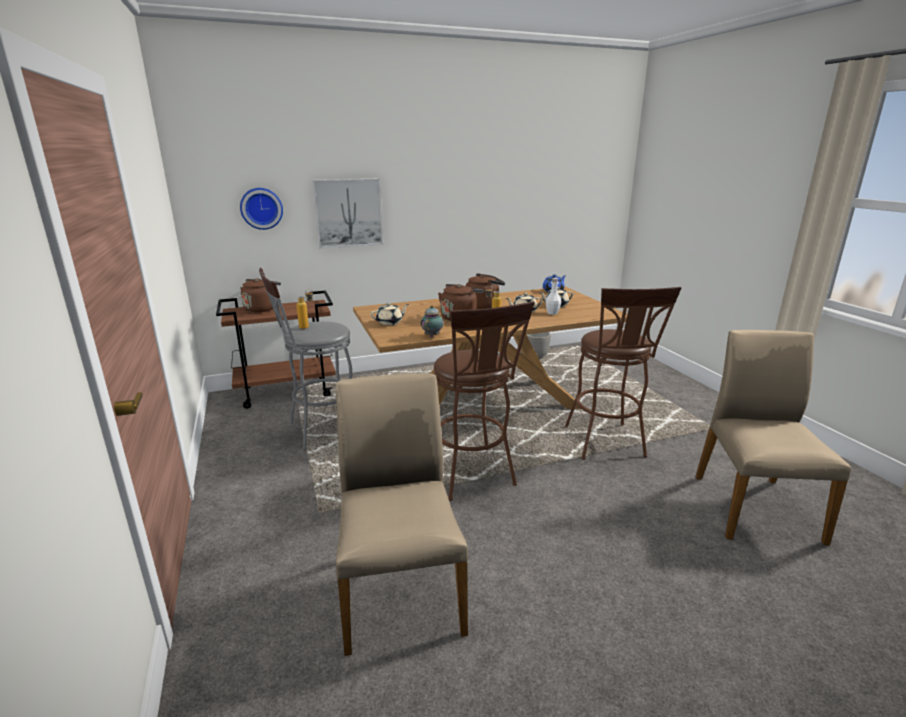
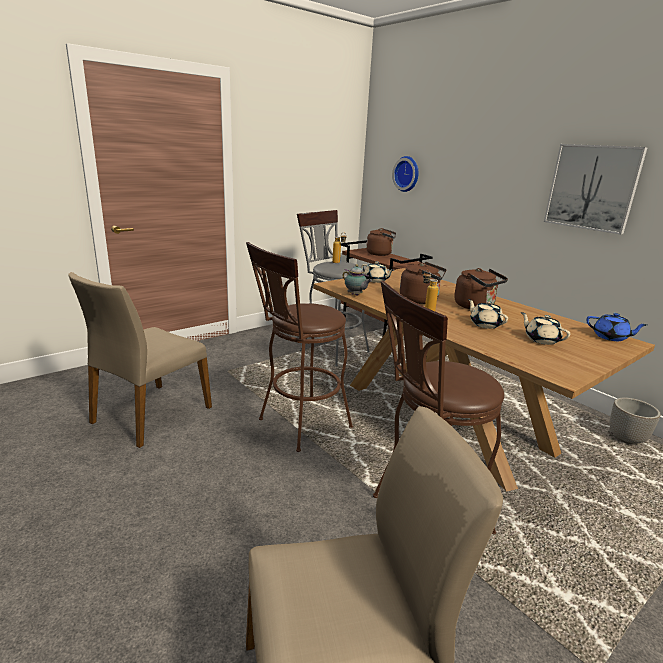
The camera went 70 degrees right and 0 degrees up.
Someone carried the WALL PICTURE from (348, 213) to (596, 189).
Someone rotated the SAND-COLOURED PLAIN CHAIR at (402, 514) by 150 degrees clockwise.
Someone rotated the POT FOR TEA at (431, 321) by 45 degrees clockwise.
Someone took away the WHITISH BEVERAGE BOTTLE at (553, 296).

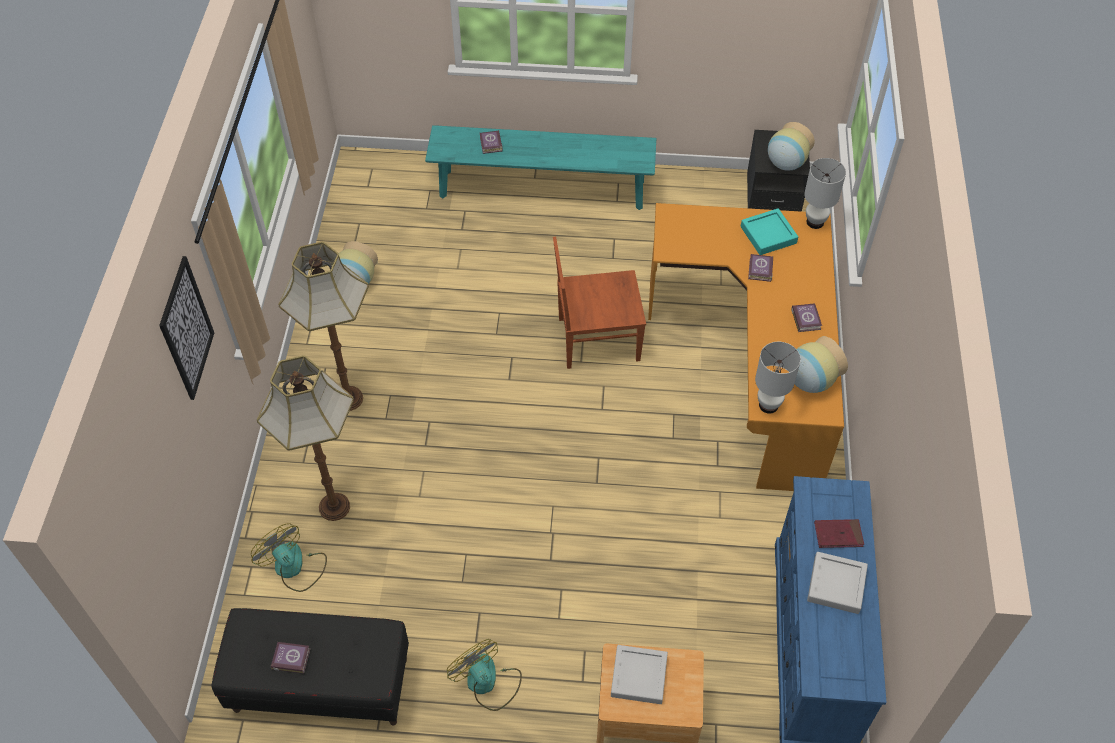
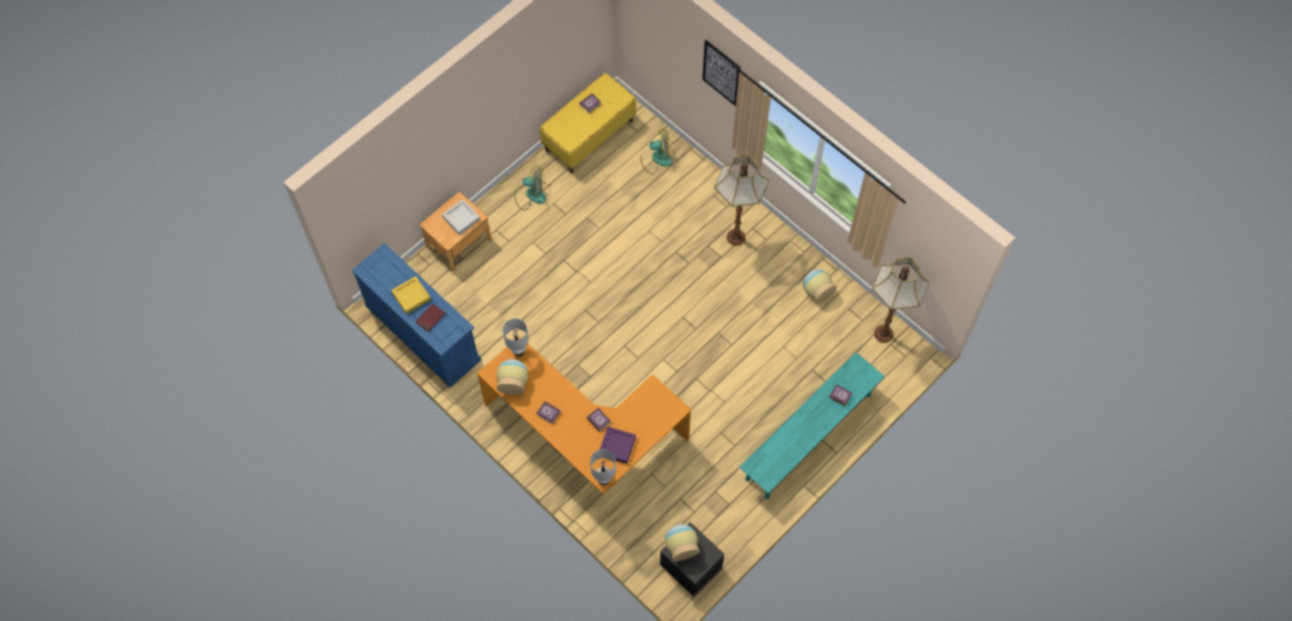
The camera went 130 degrees right and 10 degrees up.
Someone repainted the BLACK BENCH at (310, 666), which became the YELLOW-COLOURED BENCH at (588, 123).
Someone carried the STANDING LAMP from (305, 438) to (900, 300).
Someone took away the BROWNISH PLAIN CHAIR at (599, 302).
Someone repainted the TURQUOISE SERVING TRAY at (769, 231), which became the PURPLE-COLOURED SERVING TRAY at (618, 445).
Someone repainted the GREY SERVING TRAY at (837, 583), which became the YELLOW-COLOURED SERVING TRAY at (411, 295).

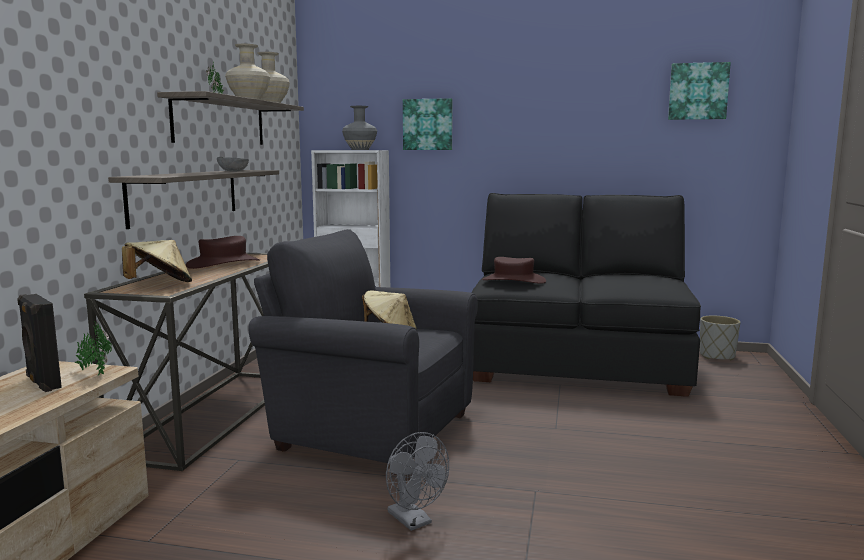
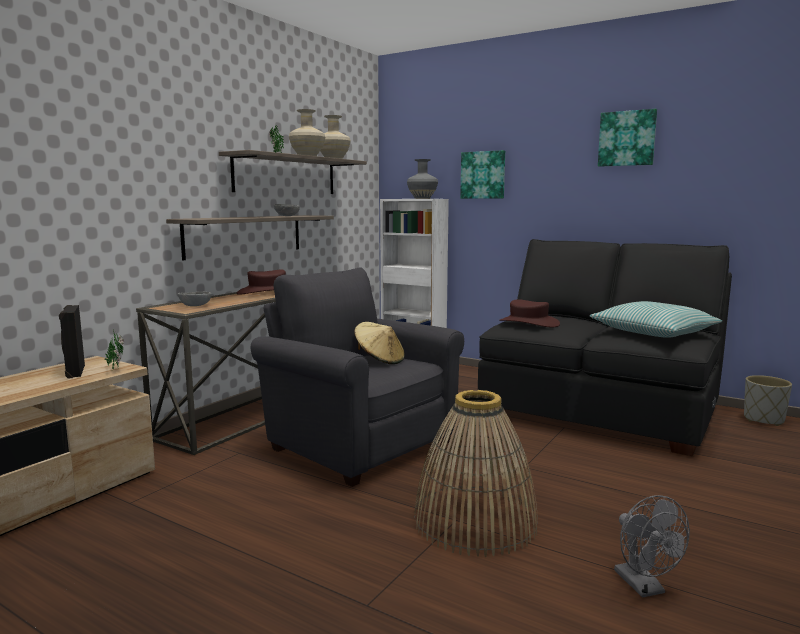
The camera went 20 degrees right and 0 degrees up.
Someone swapped the SAND-COLOURED CLOTHING HAT at (157, 261) for the GREY BOWL at (195, 299).
Someone carried the GREY ELECTRIC FAN from (417, 481) to (652, 546).
Someone carried the WALL PICTURE from (699, 91) to (627, 138).
Someone put down the BASKET at (476, 473).
Someone put down the CUSHION at (656, 319).

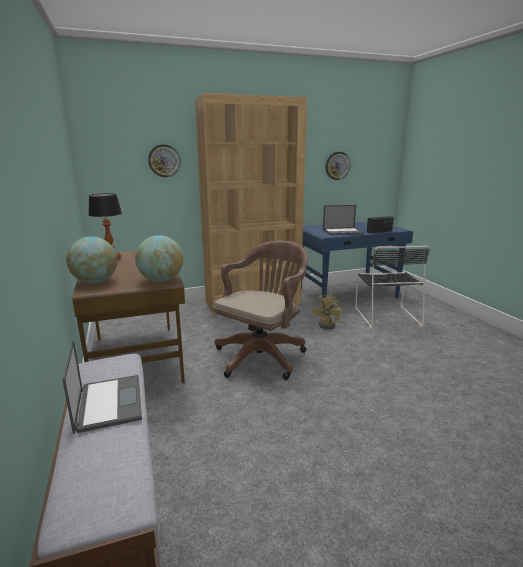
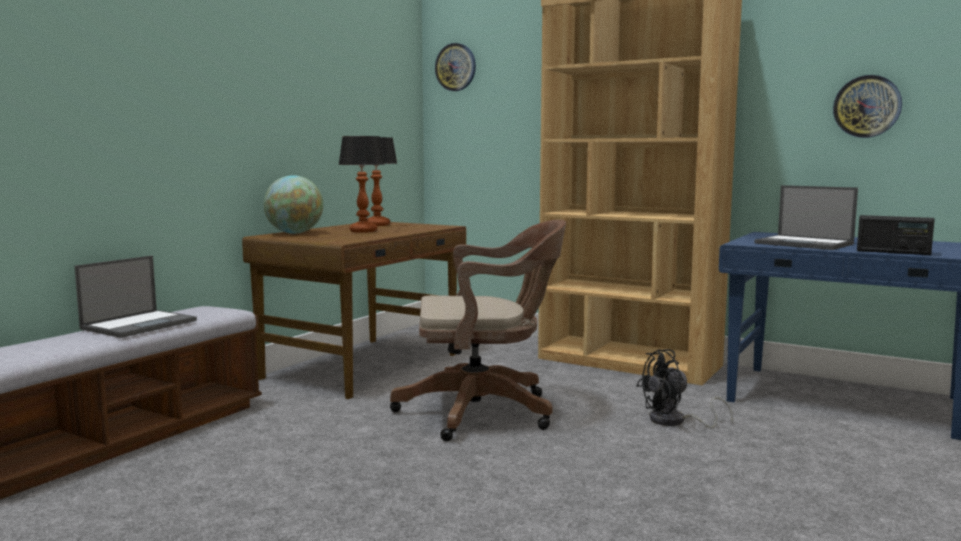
The camera went 50 degrees right and 10 degrees down.
Someone took away the GLOBE at (159, 258).
Someone carried the WALL CLOCK from (164, 160) to (455, 67).
Someone repainted the YELLOW-COLOURED ELECTRIC FAN at (329, 311), which became the BLACK ELECTRIC FAN at (685, 388).
Someone took away the BLACK PLAIN CHAIR at (392, 287).
Someone put down the TABLETOP LAMP at (361, 184).

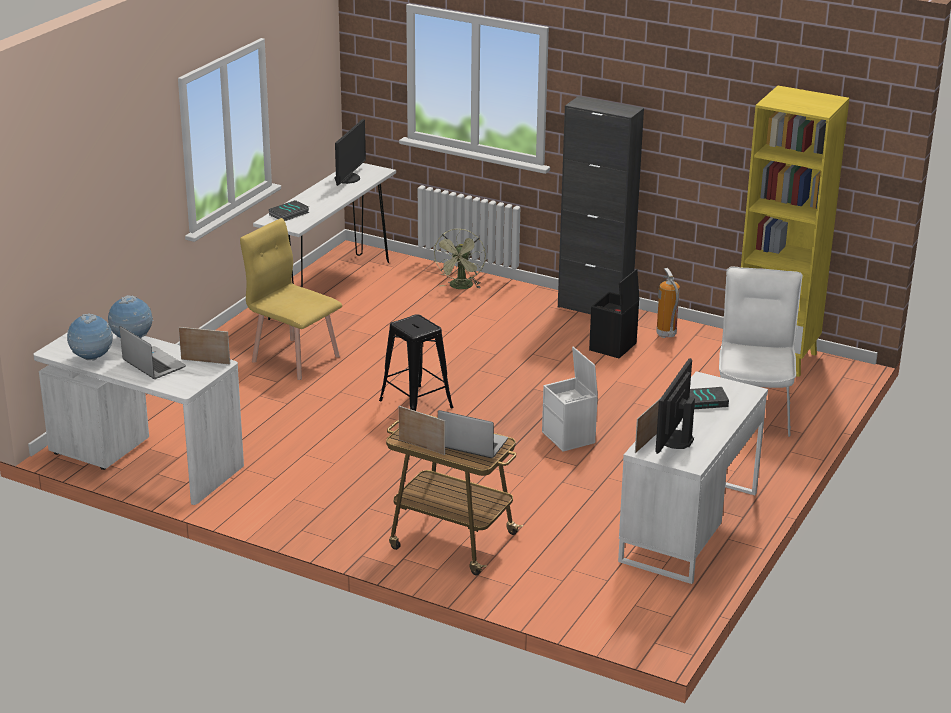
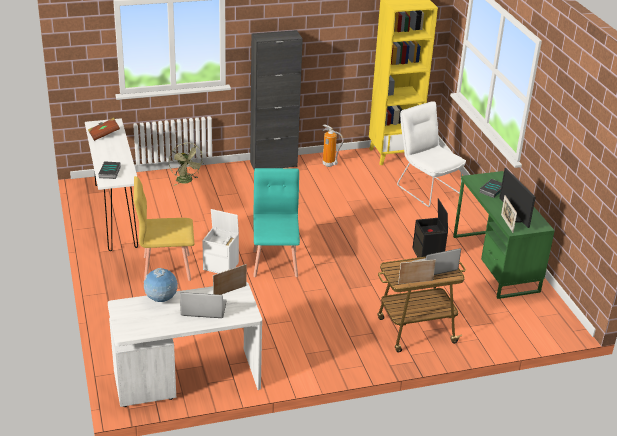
The camera went 45 degrees left and 5 degrees up.
Someone took away the GLOBE at (90, 337).
Someone swapped the MONITOR at (350, 152) for the BROWNISH VOLUME at (104, 129).
Someone swapped the BLACK STOOL SEAT at (416, 362) for the TURQUOISE PLAIN CHAIR at (276, 222).
Someone carried the WHITISH STORAGE BOX from (570, 399) to (220, 241).
Someone carried the BLACK STORAGE BOX from (614, 313) to (430, 228).
Someone repainted the WHITISH DESK UNIT at (693, 477), which became the GREENISH DESK UNIT at (504, 235).

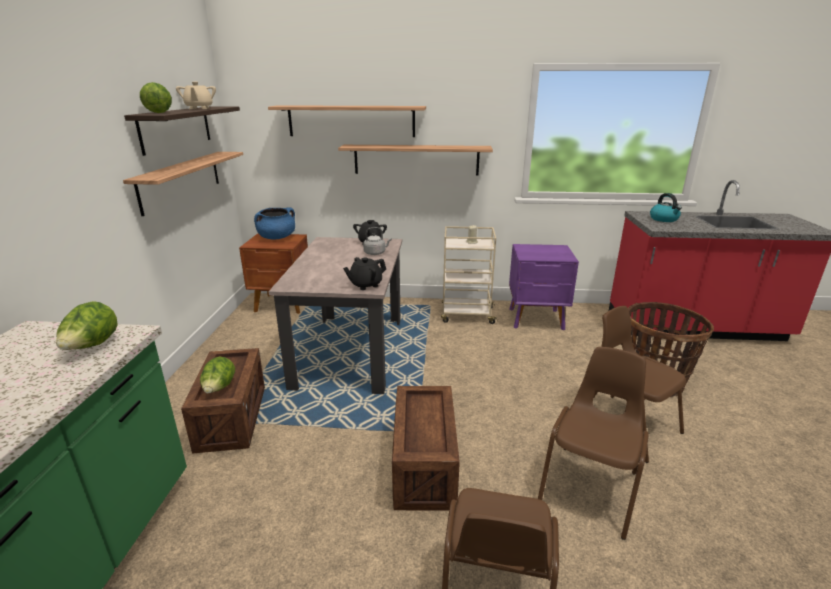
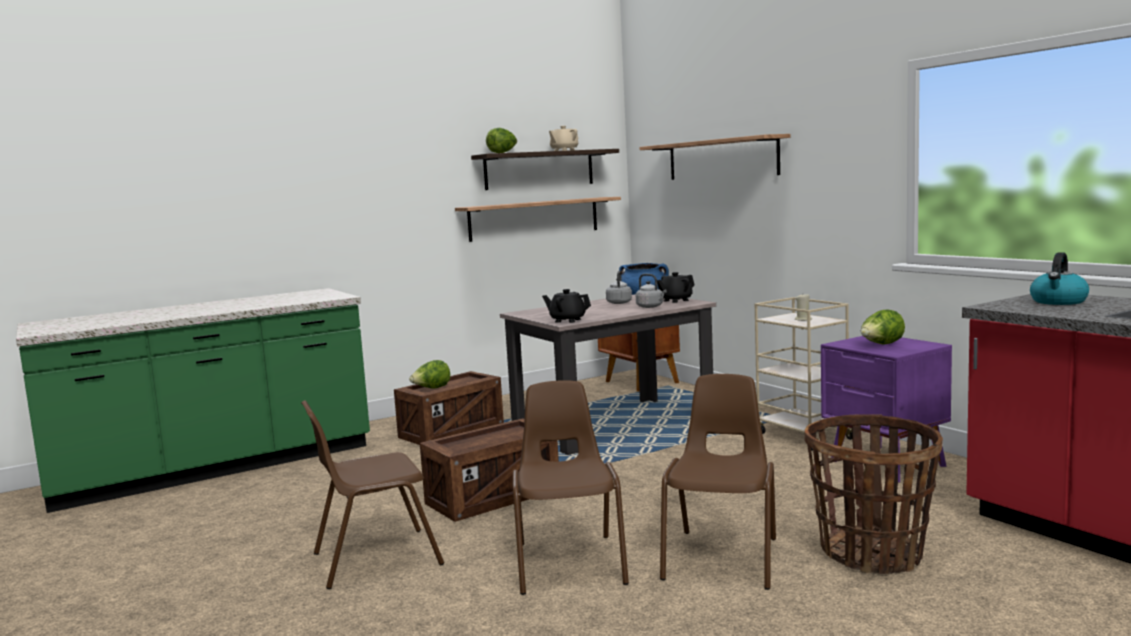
The camera went 55 degrees right and 15 degrees down.
Someone carried the HEAD OF LETTUCE from (87, 325) to (883, 326).
Someone took away the WALL SHELF at (415, 160).
Someone rotated the BROWNISH PLAIN CHAIR at (593, 443) by 90 degrees counterclockwise.
Someone put down the GREY KETTLE at (619, 287).

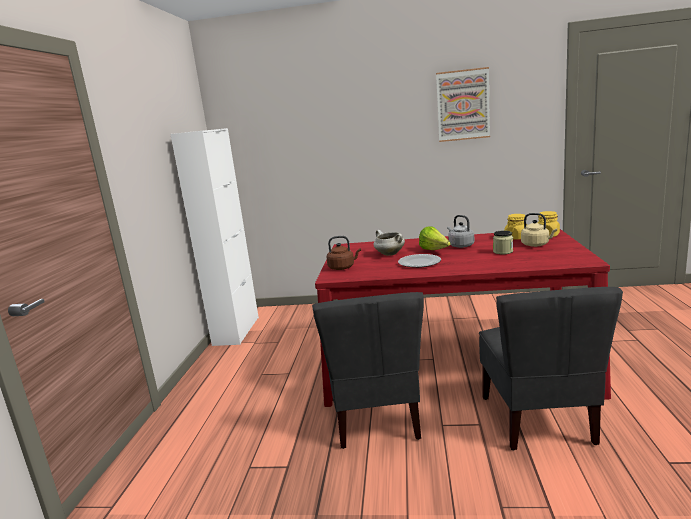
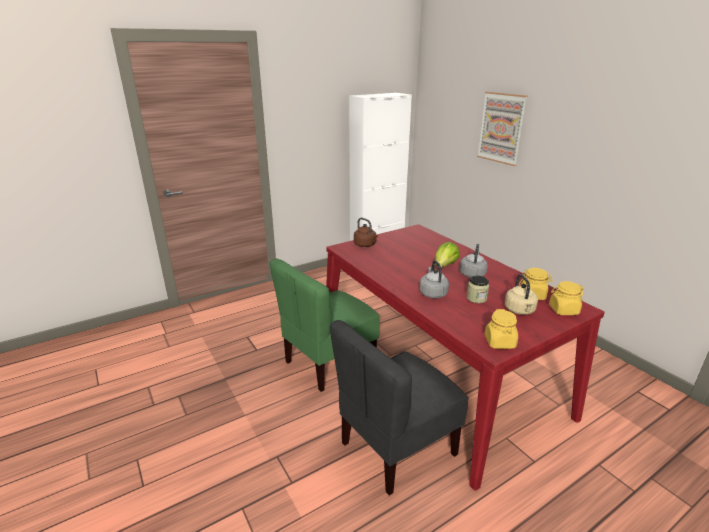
The camera went 50 degrees right and 10 degrees up.
Someone repainted the GREY PLAIN CHAIR at (368, 370), which became the GREENISH PLAIN CHAIR at (325, 325).
Someone took away the WHITISH COOKING POT at (389, 243).
Someone took away the FLAT DISH at (419, 261).
Someone carried the WALL PICTURE from (463, 104) to (502, 129).
Someone put down the GREY KETTLE at (434, 279).
Someone put down the YELLOW-COLOURED STORAGE JAR at (501, 329).

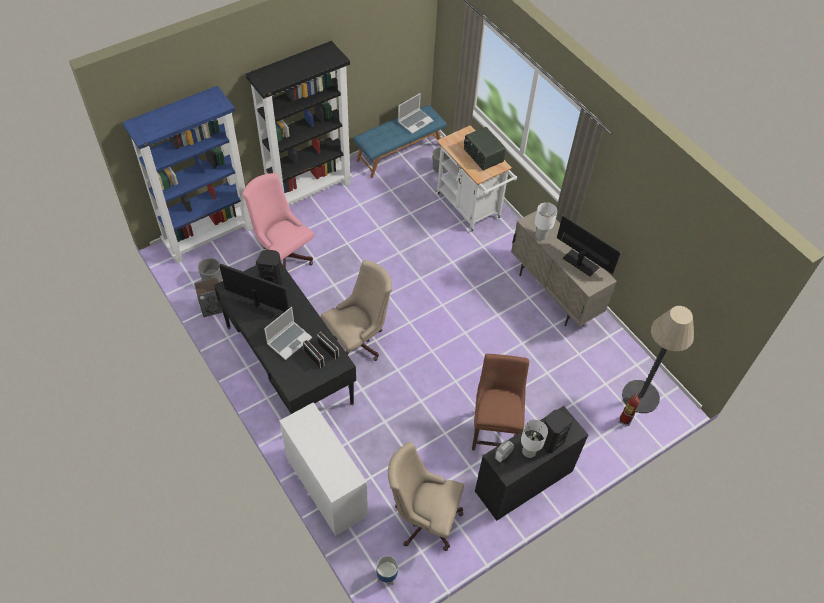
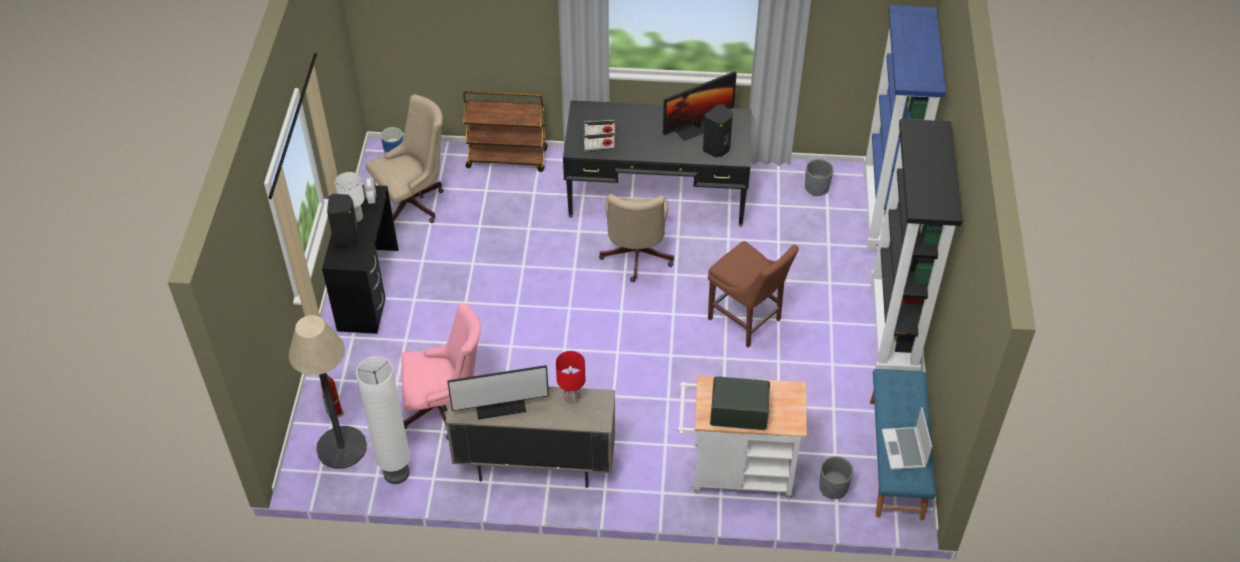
The camera went 130 degrees right and 5 degrees down.
Someone took away the AUDIO SPEAKER at (208, 297).
Someone carried the PINK-COLOURED DESK CHAIR from (278, 221) to (441, 371).
Someone took away the LAPTOP at (288, 333).
Someone swapped the WHITISH DESK UNIT at (324, 469) for the BROWNISH WHEELED CART at (505, 131).
Someone carried the BROWNISH PLAIN CHAIR from (500, 402) to (753, 294).
Someone repainted the WHITISH TABLETOP LAMP at (546, 221), which became the RED TABLETOP LAMP at (570, 377).
Someone put down the WHITISH STANDING LAMP at (383, 420).

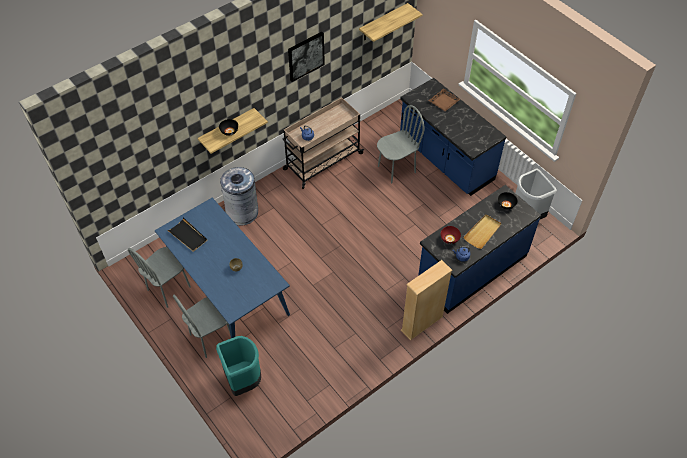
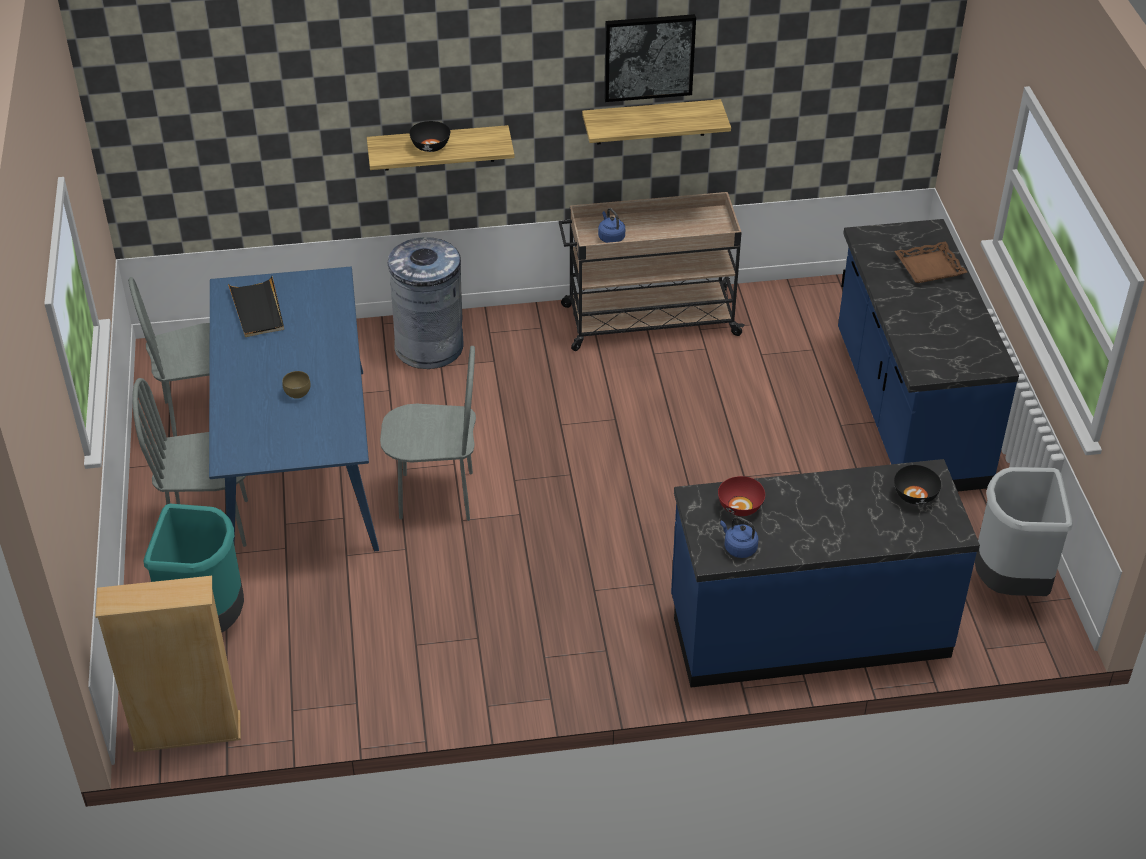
The camera went 30 degrees right and 10 degrees down.
Someone carried the WALL SHELF from (390, 22) to (656, 121).
Someone carried the GREY PLAIN CHAIR from (401, 144) to (428, 433).
Someone carried the SAND-COLOURED BOOKCASE from (426, 300) to (168, 664).
Someone took away the SAND-COLOURED SERVING TRAY at (482, 231).

